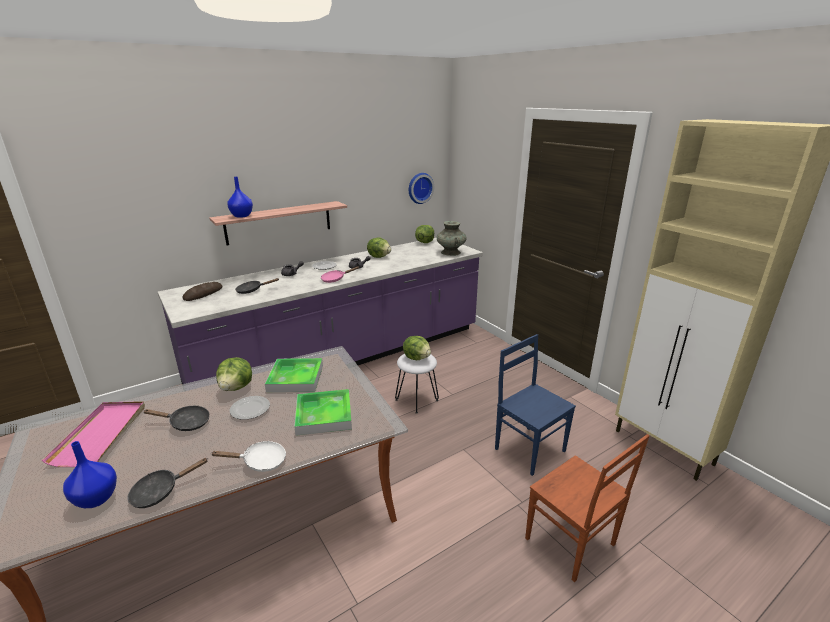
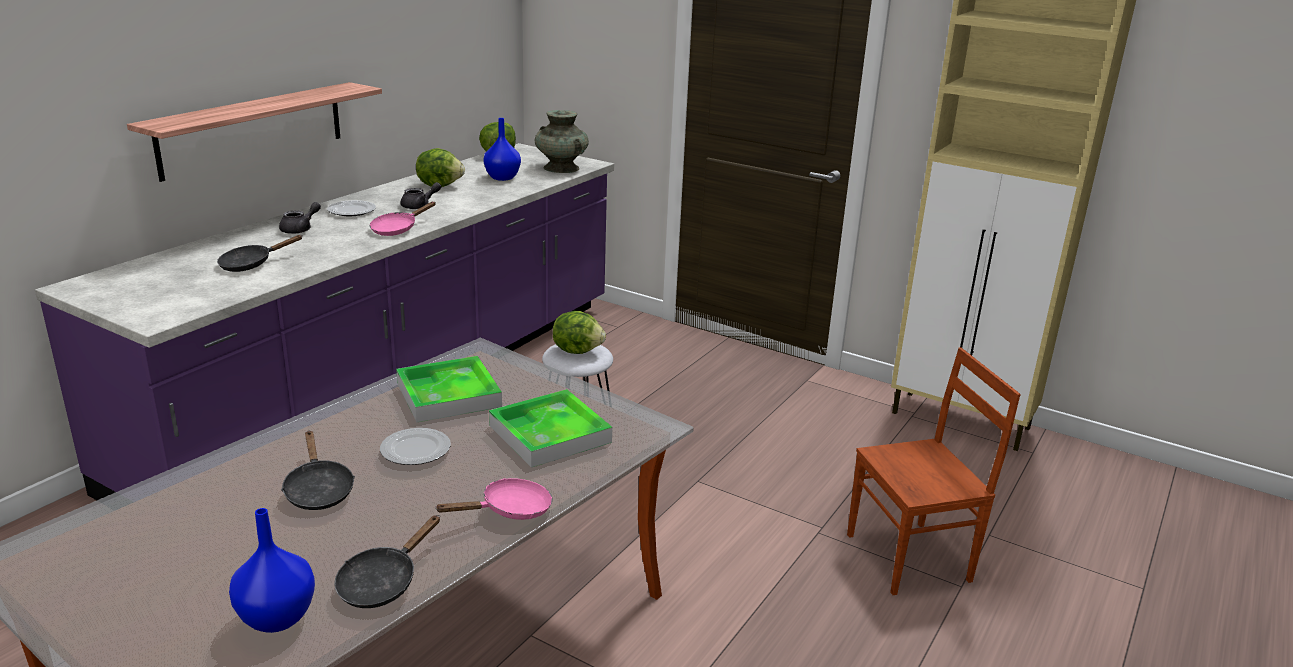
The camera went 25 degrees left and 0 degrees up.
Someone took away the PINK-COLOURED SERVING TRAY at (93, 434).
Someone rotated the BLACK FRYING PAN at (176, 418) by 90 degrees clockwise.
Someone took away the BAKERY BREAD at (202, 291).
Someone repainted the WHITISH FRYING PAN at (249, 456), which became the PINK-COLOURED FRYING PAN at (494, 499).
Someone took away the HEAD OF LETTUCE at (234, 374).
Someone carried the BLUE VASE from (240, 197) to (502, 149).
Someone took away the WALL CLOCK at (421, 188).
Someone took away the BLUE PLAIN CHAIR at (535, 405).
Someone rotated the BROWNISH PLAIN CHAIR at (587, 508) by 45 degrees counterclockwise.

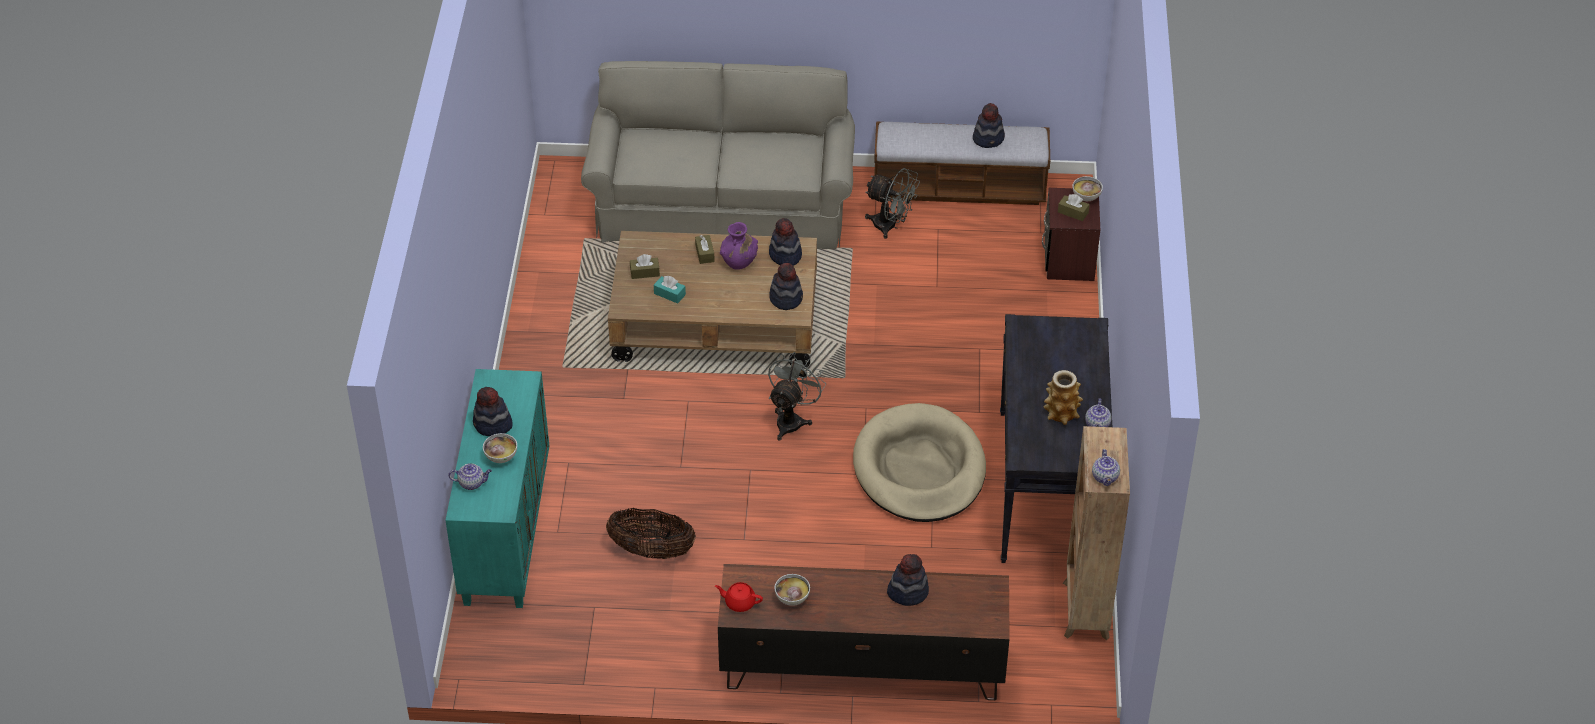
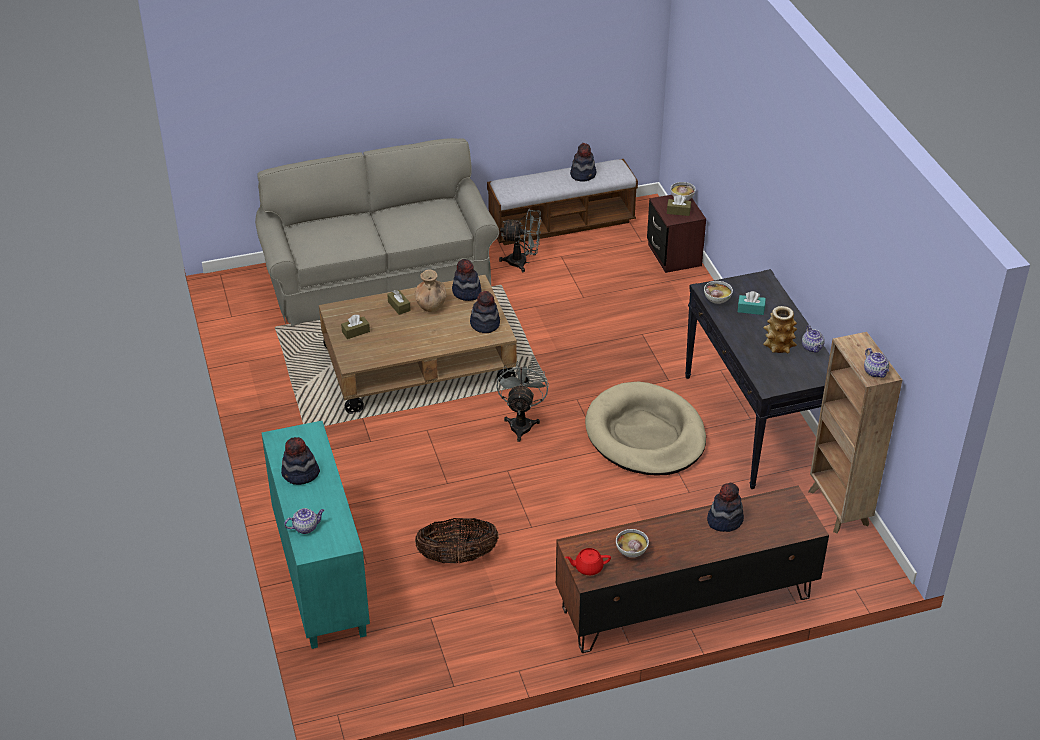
The camera went 20 degrees left and 5 degrees down.
Someone carried the BOWL from (500, 448) to (718, 292).
Someone carried the TURQUOISE TISSUE BOX from (670, 290) to (752, 303).
Someone repainted the PURPLE-COLOURED VASE at (739, 246), which became the BROWNISH VASE at (431, 291).

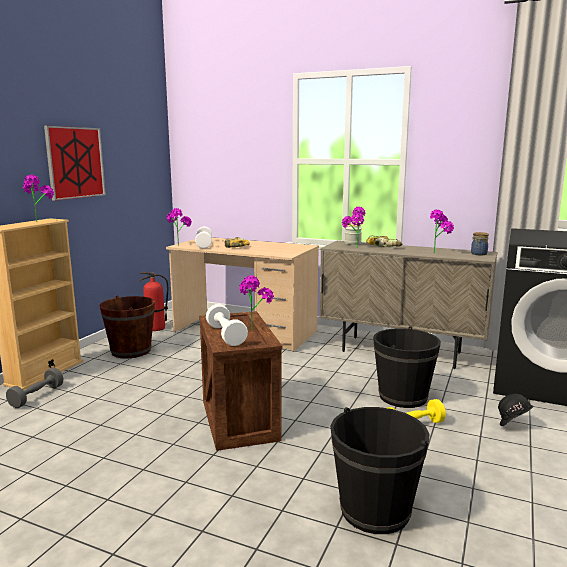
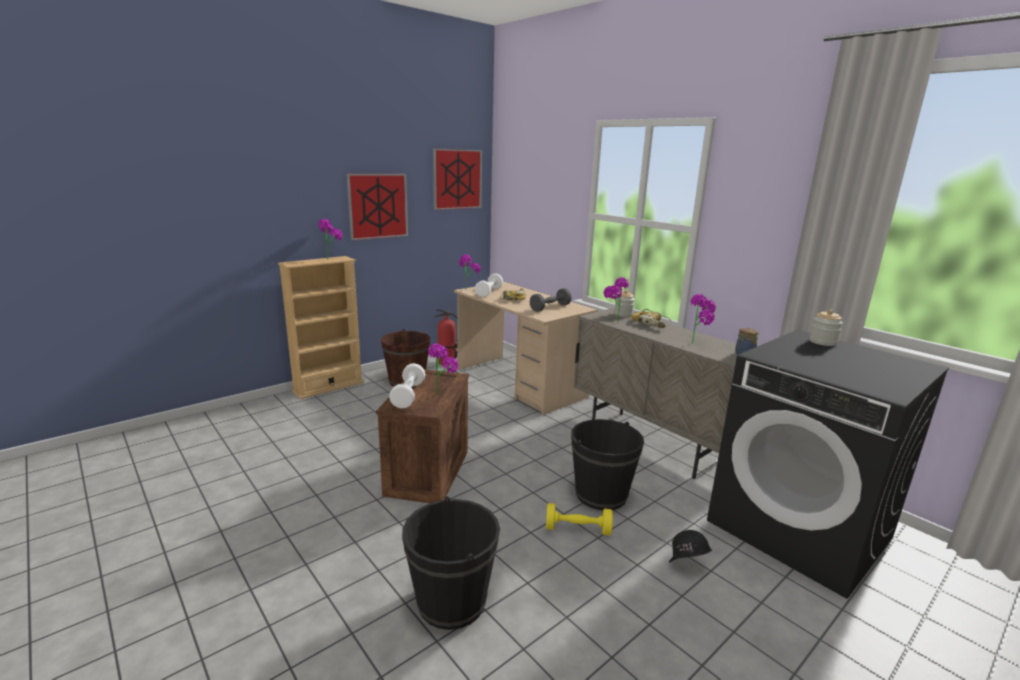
The camera went 25 degrees right and 5 degrees up.
Someone carried the GREY FREE WEIGHT from (34, 388) to (550, 300).
Someone put up the WALL PICTURE at (457, 179).
Someone put down the STORAGE JAR at (826, 328).

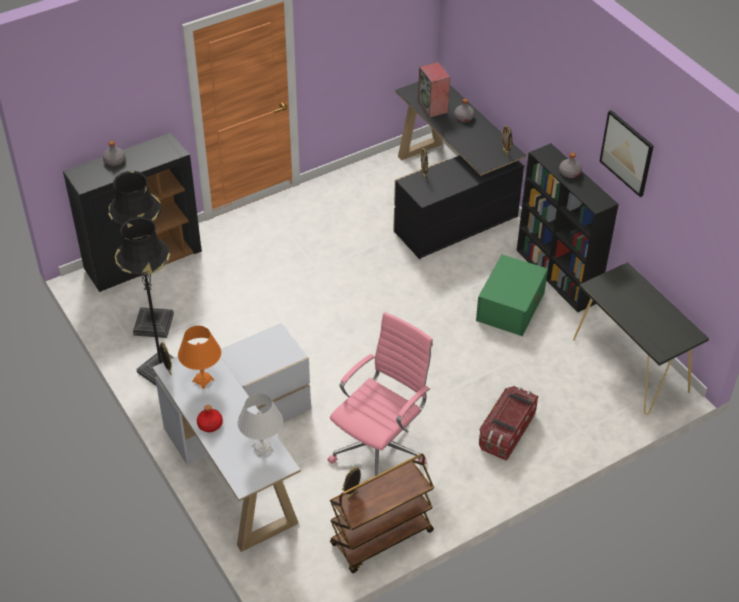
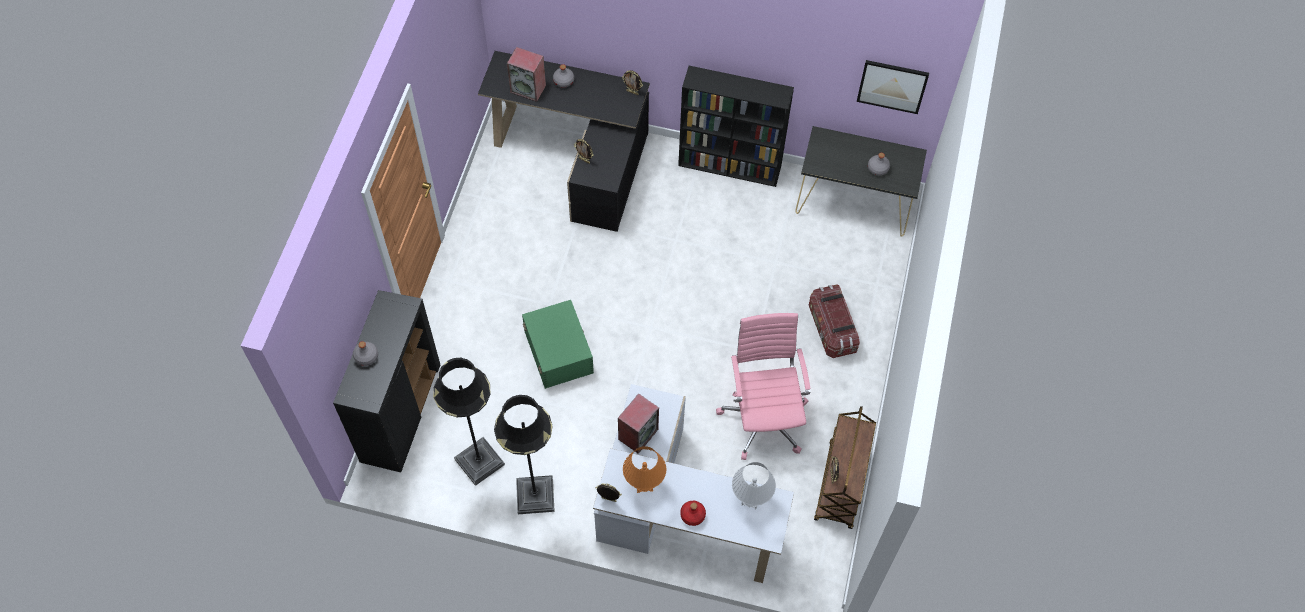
The camera went 45 degrees left and 15 degrees up.
Someone carried the GREENISH STORAGE BOX from (512, 295) to (558, 344).
Someone carried the GREY BEVERAGE BOTTLE from (570, 165) to (879, 164).
Someone carried the WALL PICTURE from (627, 153) to (893, 87).
Someone put down the AUDIO SPEAKER at (638, 423).

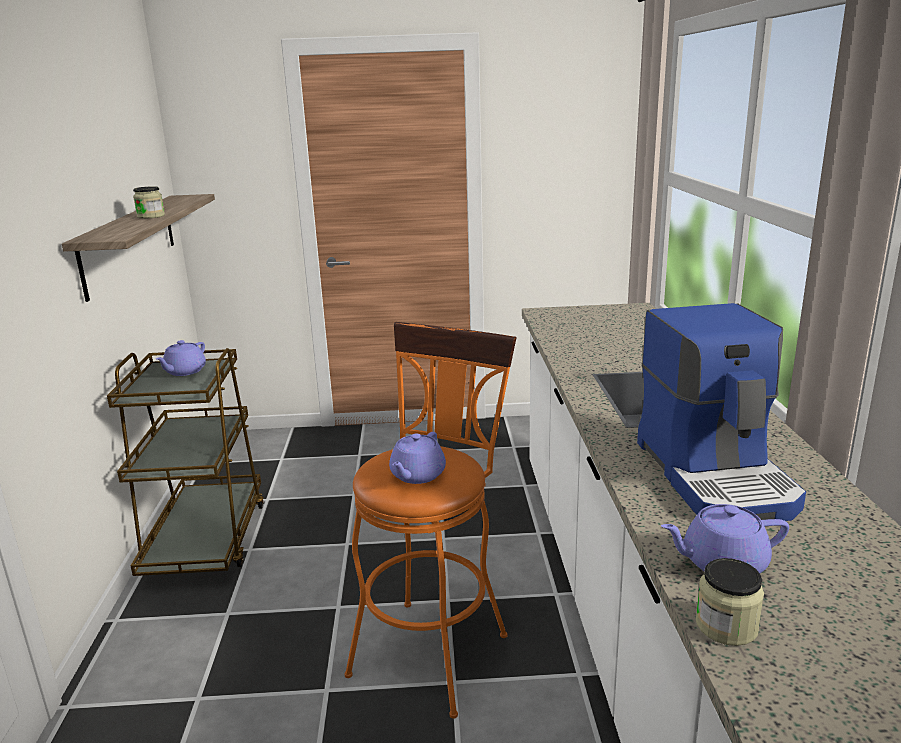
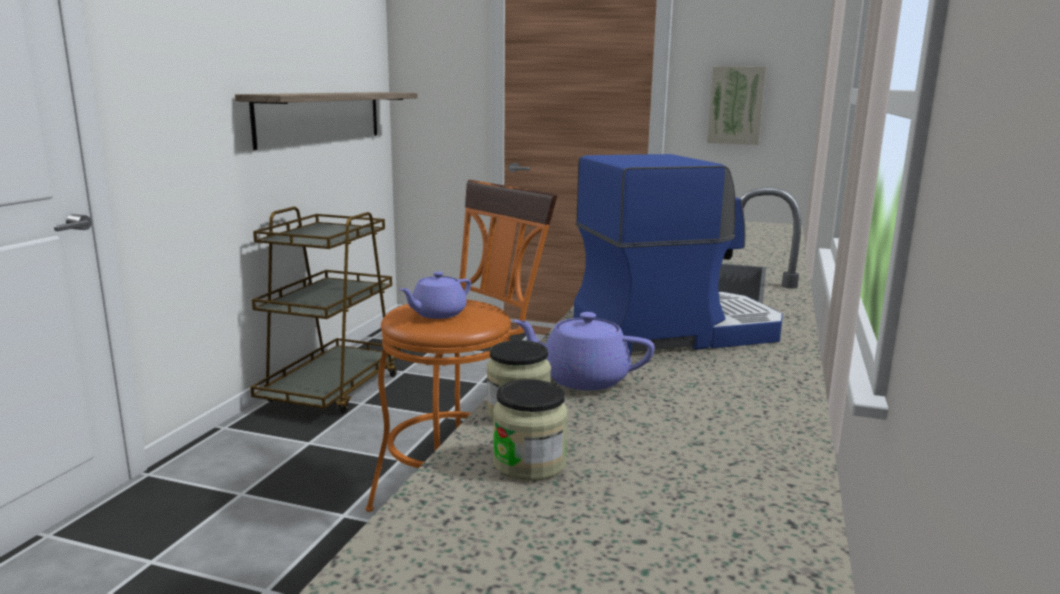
The camera went 20 degrees right and 5 degrees down.
Someone carried the STORAGE JAR from (149, 202) to (530, 430).
Someone took away the PURPLE-COLOURED POT FOR TEA at (181, 358).
Someone rotated the COFFEE BREWER at (721, 412) by 120 degrees counterclockwise.
Someone put up the WALL PICTURE at (736, 105).

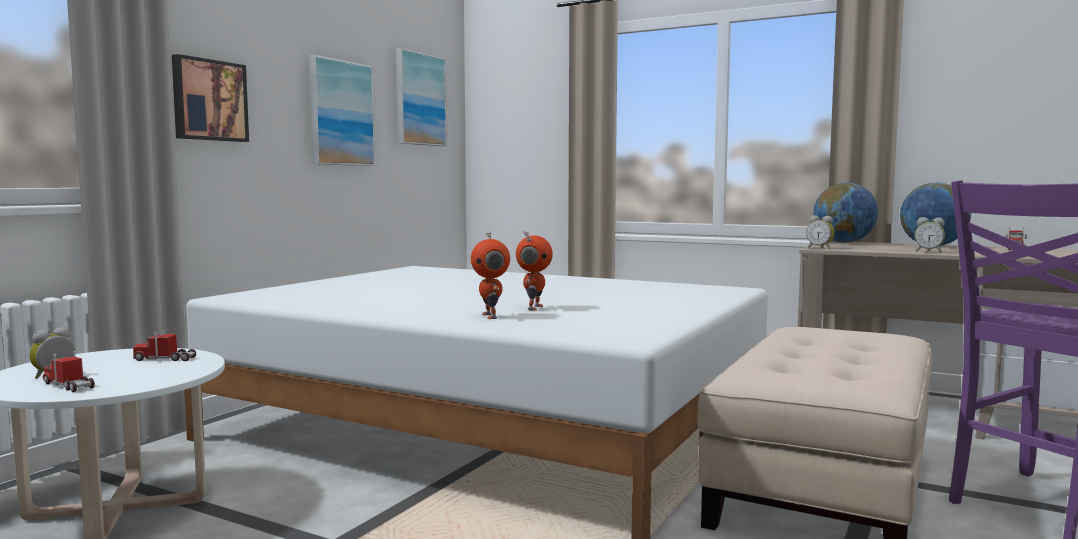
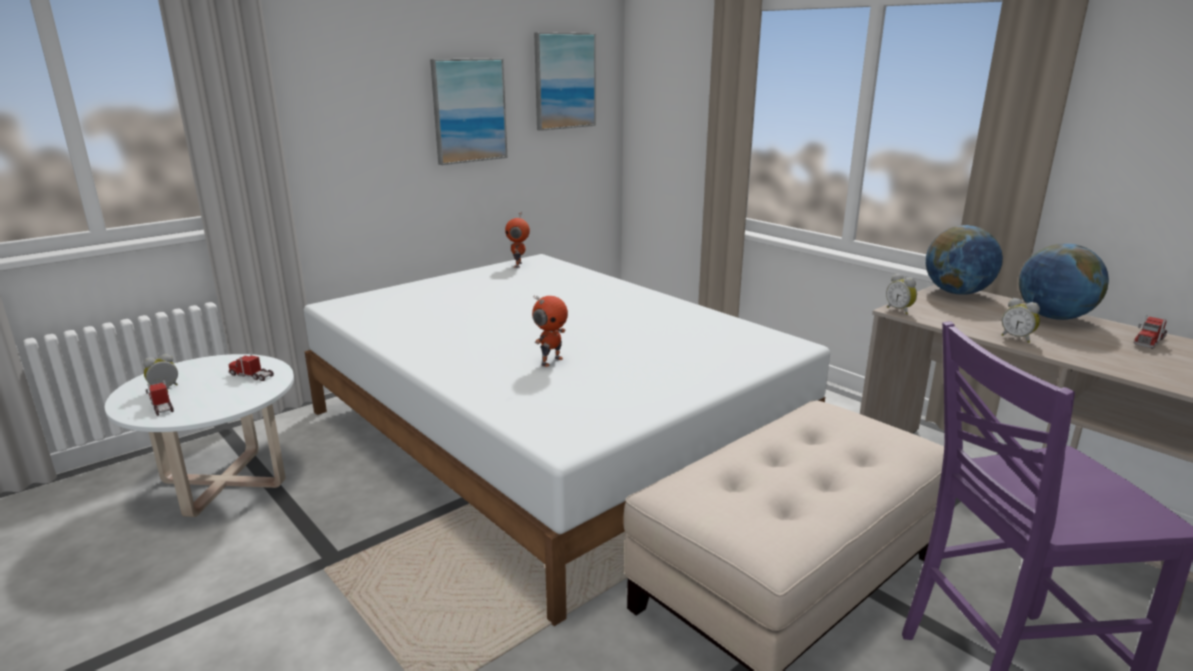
The camera went 20 degrees right and 15 degrees up.
Someone took away the WALL PICTURE at (210, 98).
Someone carried the TOY ROBOT from (490, 275) to (517, 240).

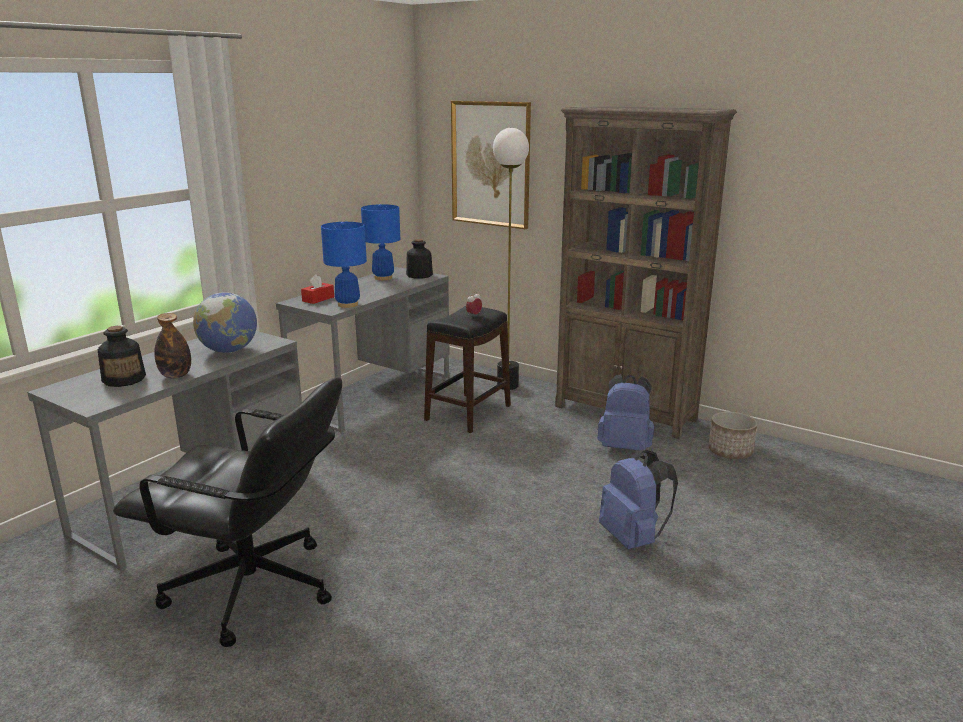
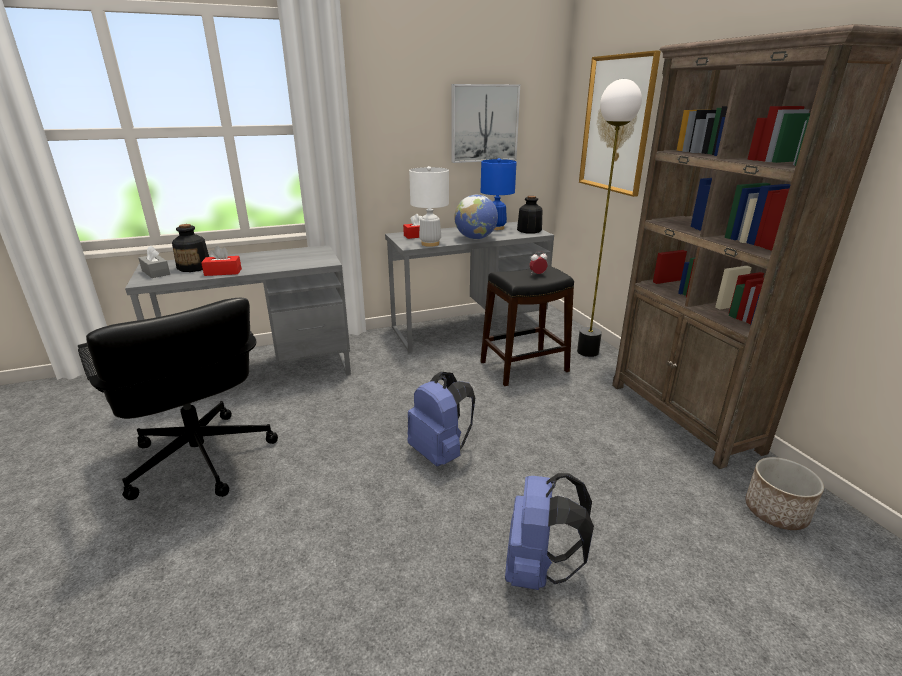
The camera went 35 degrees right and 5 degrees up.
Someone swapped the BEVERAGE BOTTLE at (172, 346) for the RED TISSUE BOX at (221, 261).
Someone carried the GLOBE from (225, 322) to (476, 217).
Someone repainted the BLUE TABLETOP LAMP at (344, 265), which became the WHITISH TABLETOP LAMP at (429, 206).
Someone carried the BLUE RUCKSACK from (625, 412) to (441, 419).
Someone put down the GREY TISSUE BOX at (154, 261).
Someone put up the WALL PICTURE at (485, 123).

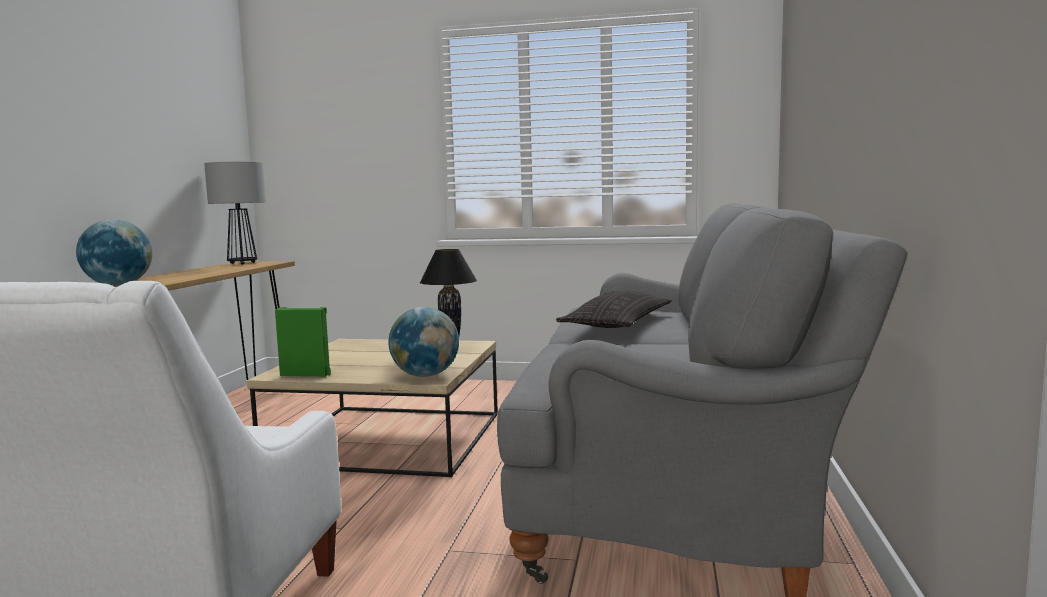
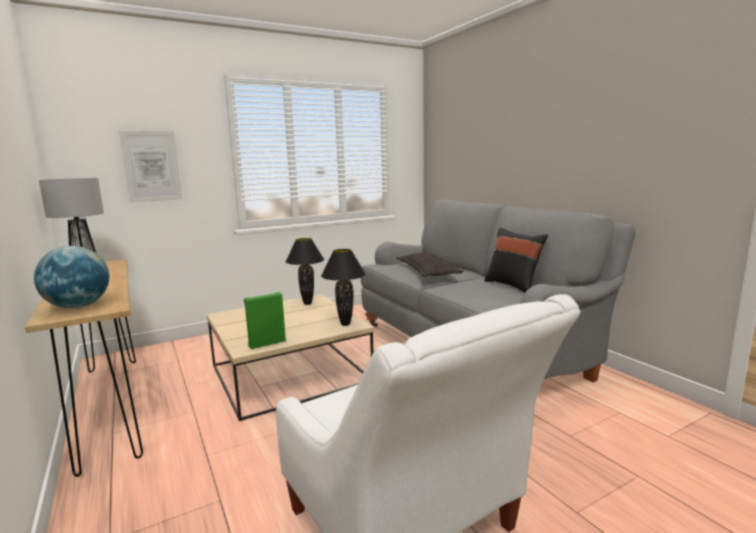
The camera went 40 degrees left and 5 degrees up.
Someone swapped the GLOBE at (423, 342) for the BLACK TABLETOP LAMP at (343, 287).
Someone put up the WALL PICTURE at (151, 167).
Someone put down the BLACK CUSHION at (516, 260).

